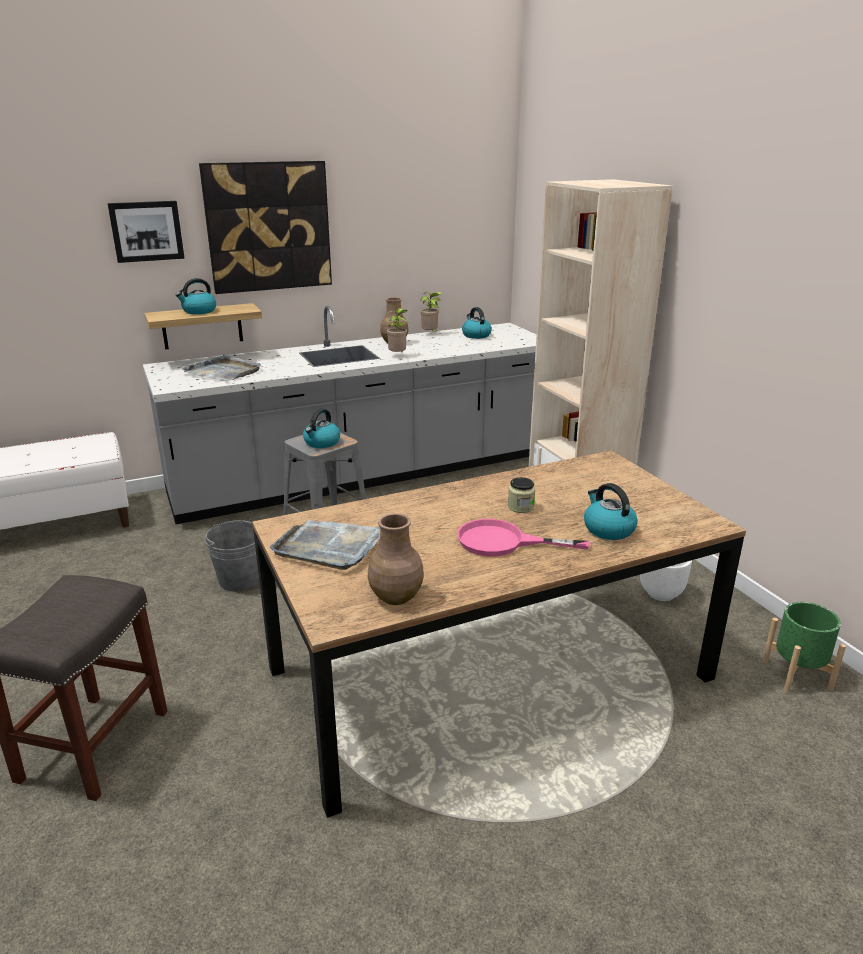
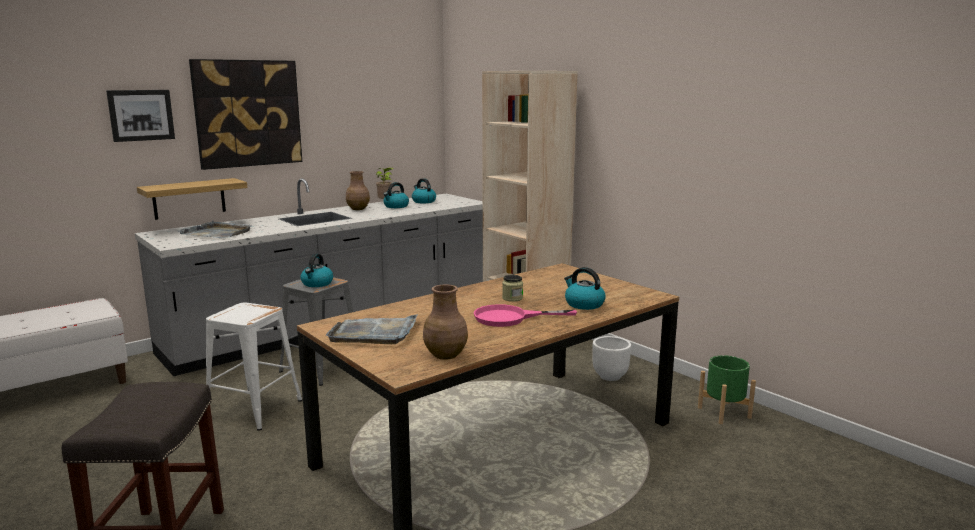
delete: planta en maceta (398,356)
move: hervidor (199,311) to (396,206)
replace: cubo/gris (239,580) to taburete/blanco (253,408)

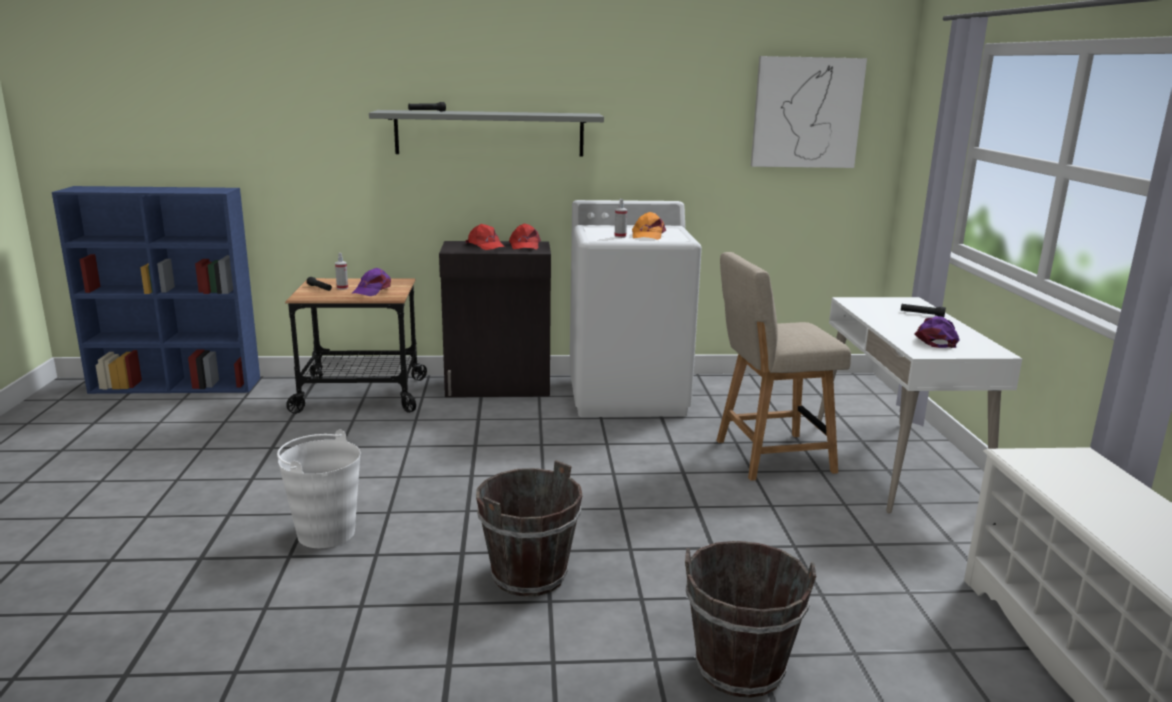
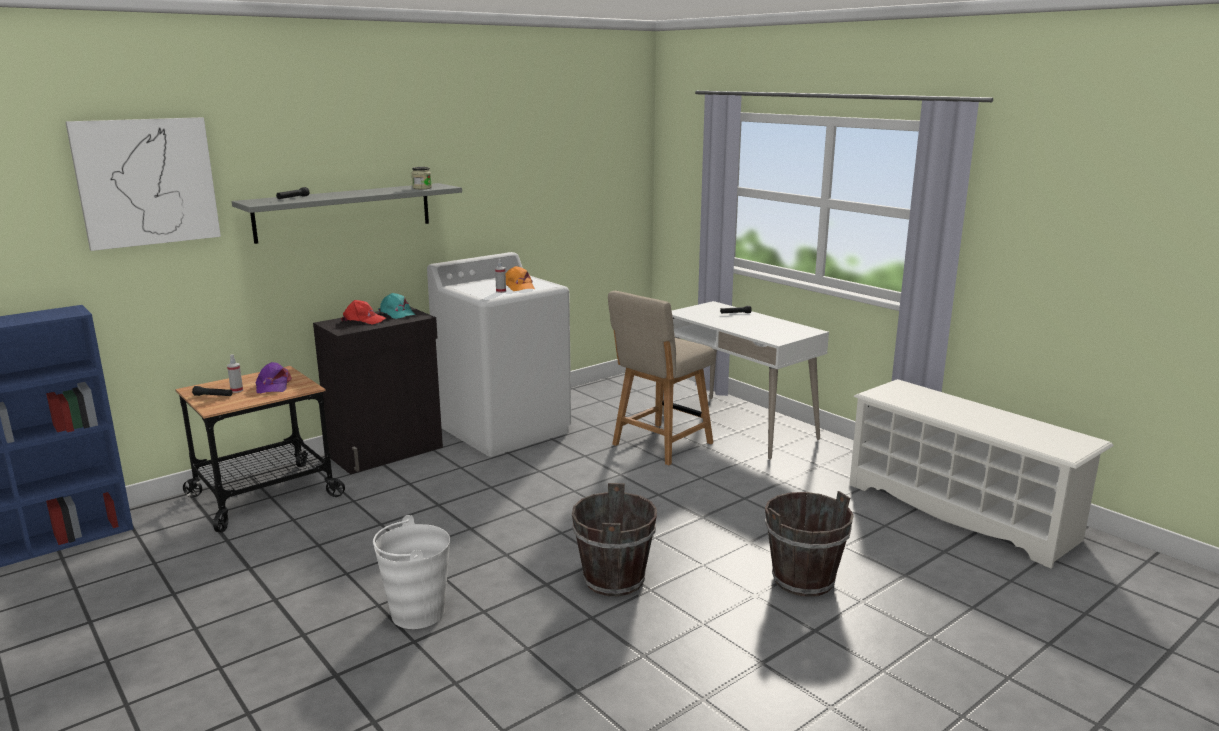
delete: gorra/morado (936,340)
insert: tarro (422,188)
move: cuadro (806,112) to (146,182)
recolor: gorra/rojo (524,245) to gorra/turquesa (397,313)

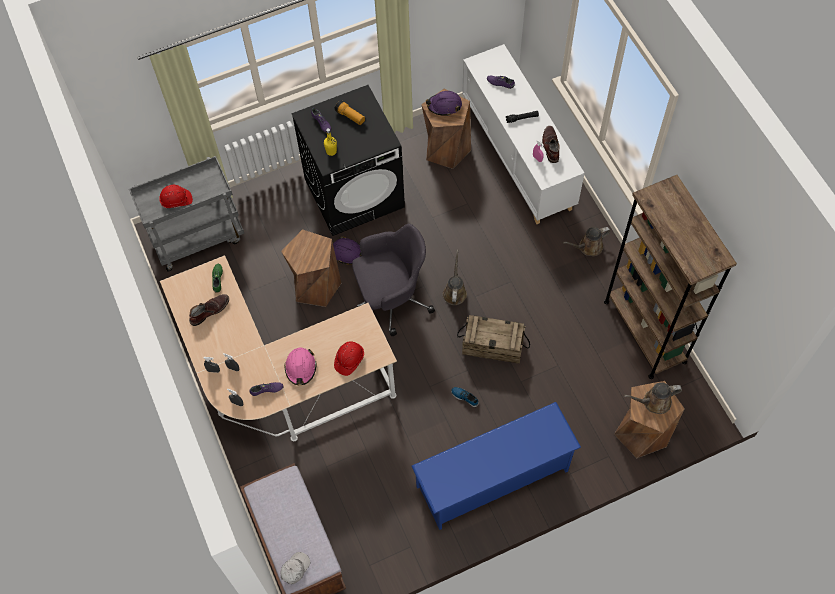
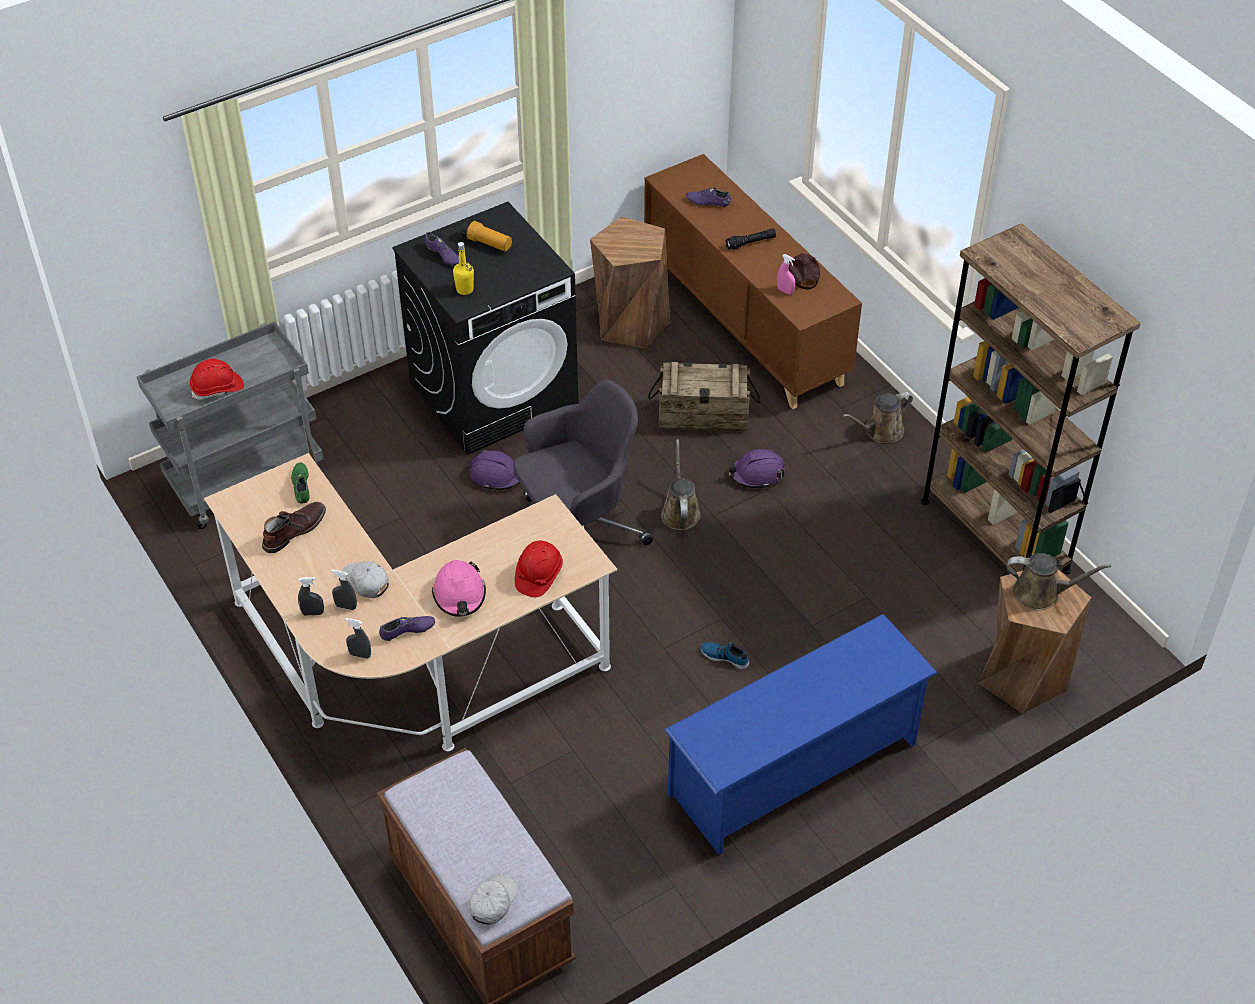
delete: taburete/marrón (315,286)
insert: gorra/blanco (365,582)
move: casco/morado (444,106) to (756,474); caja de embalaje (493,346) to (703,415)
replace: bota/marrón (550,146) to gorra/marrón (802,274)
recolor: armario/blanco (518,155) to armario/marrón (745,322)
rotate: regadera/marrón (654,402) = (1041,593) 150 degrees counterclockwise

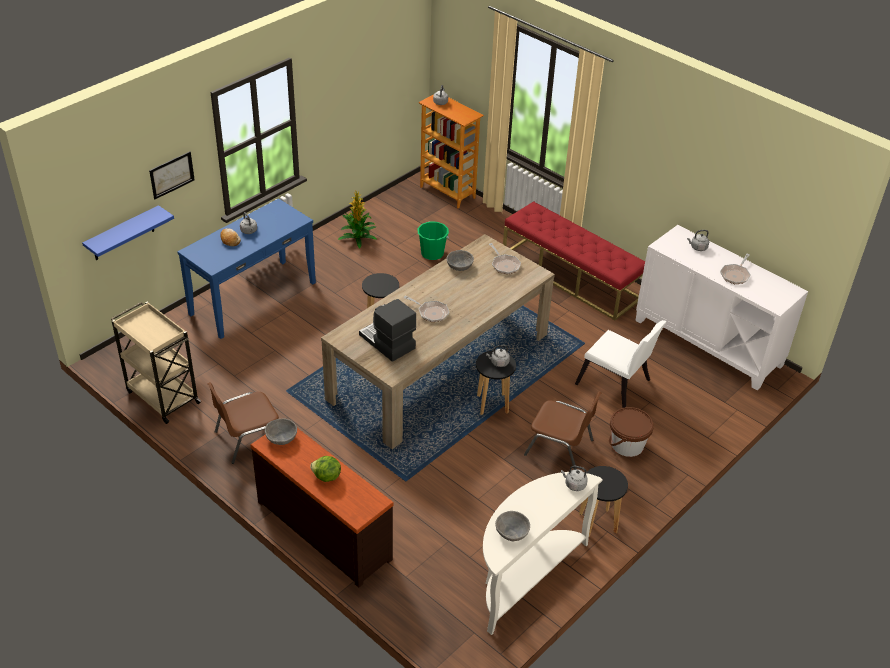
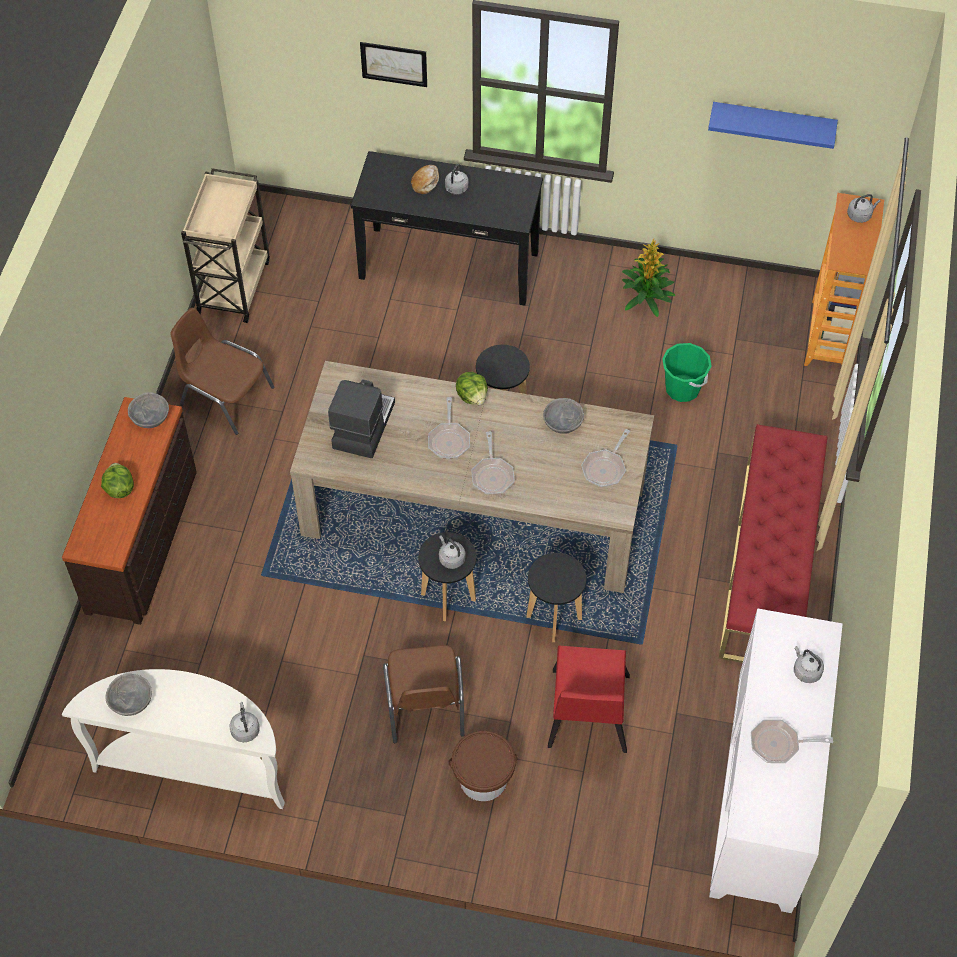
insert: lechuga (472,396); sartén (492,475)
move: estante/azul (123,234) to (772,123); taburete/negro (598,523) to (553,618)
recolor: mesa consola/azul (252,298) to mesa consola/negro (449,265); silla/blanco (616,385) to silla/rojo (586,717)

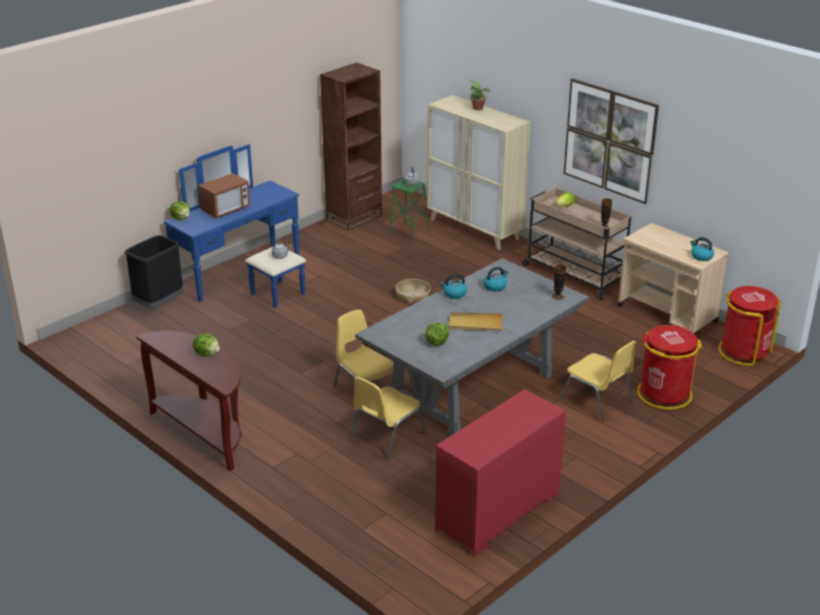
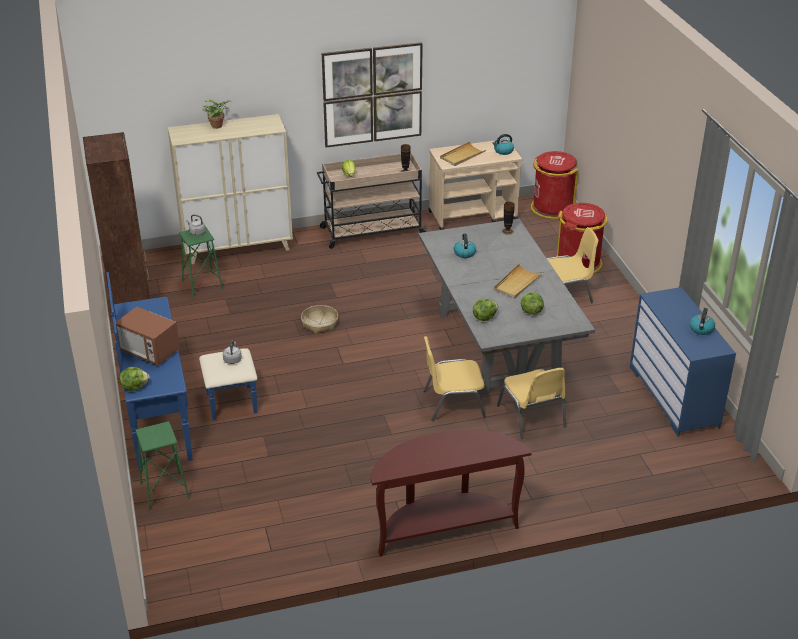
insert: bandeja/beis (462,156)
move: lechuga (207,354) to (484,317); hervidor (454,294) to (701,329)
replace: papelera/negro (159,304) to taburete/verde (165,491)
recolor: cómoda/rojo (498,513) to cómoda/azul (674,396)
rotate: microondas (225,210) = (149,351) 135 degrees clockwise

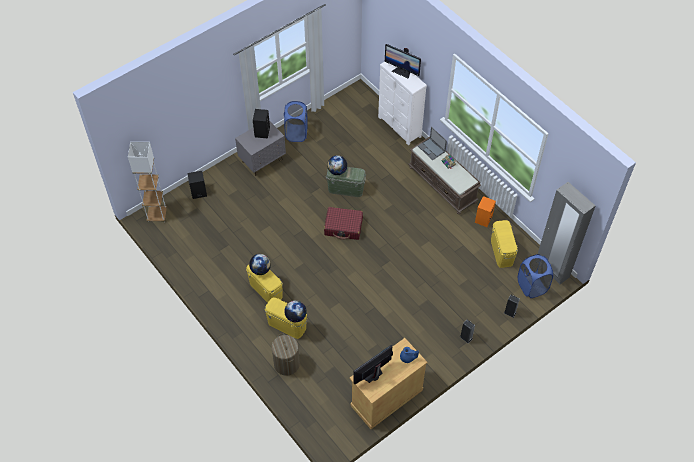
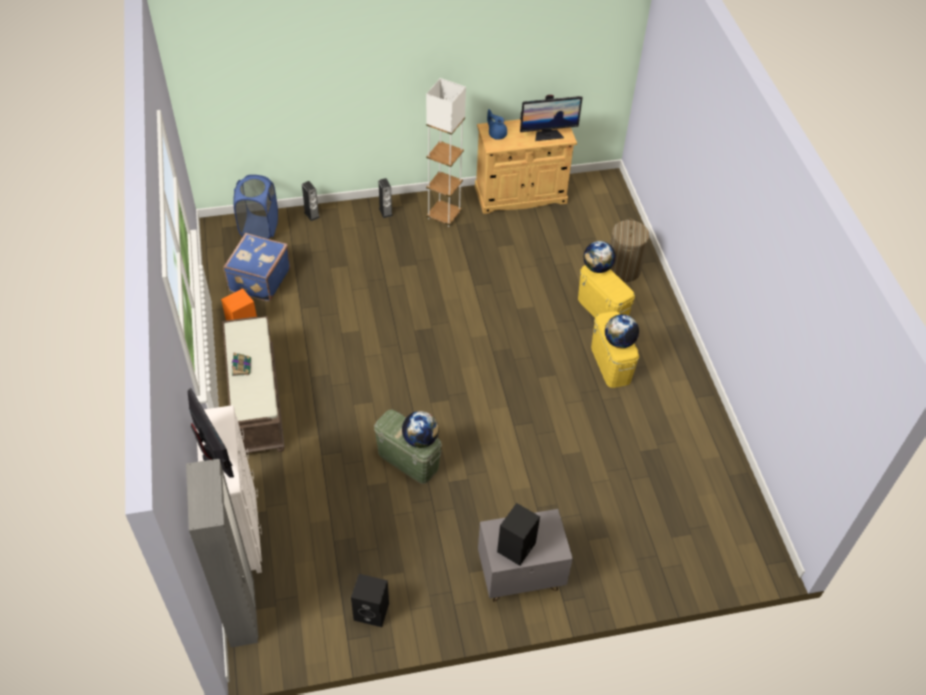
delete: cesto de la ropa/azul (296,133); maleta/rojo (343,227); portátil (431,149)
move: lámpara de pie/blanco (157,215) to (444,215); altavoz/negro (198,193) to (372,611); armario ropero/gris (552,269) to (243,614)
replace: caja de almacenaje/amarillo (501,252) to maleta/azul (258,280)

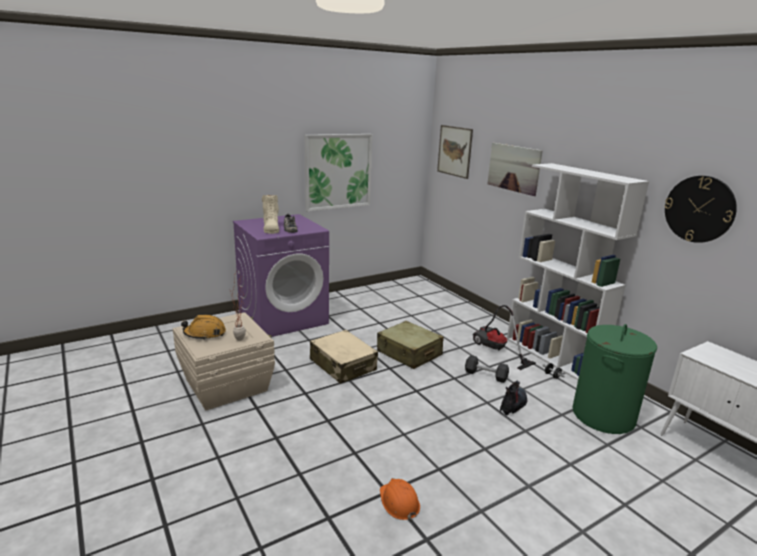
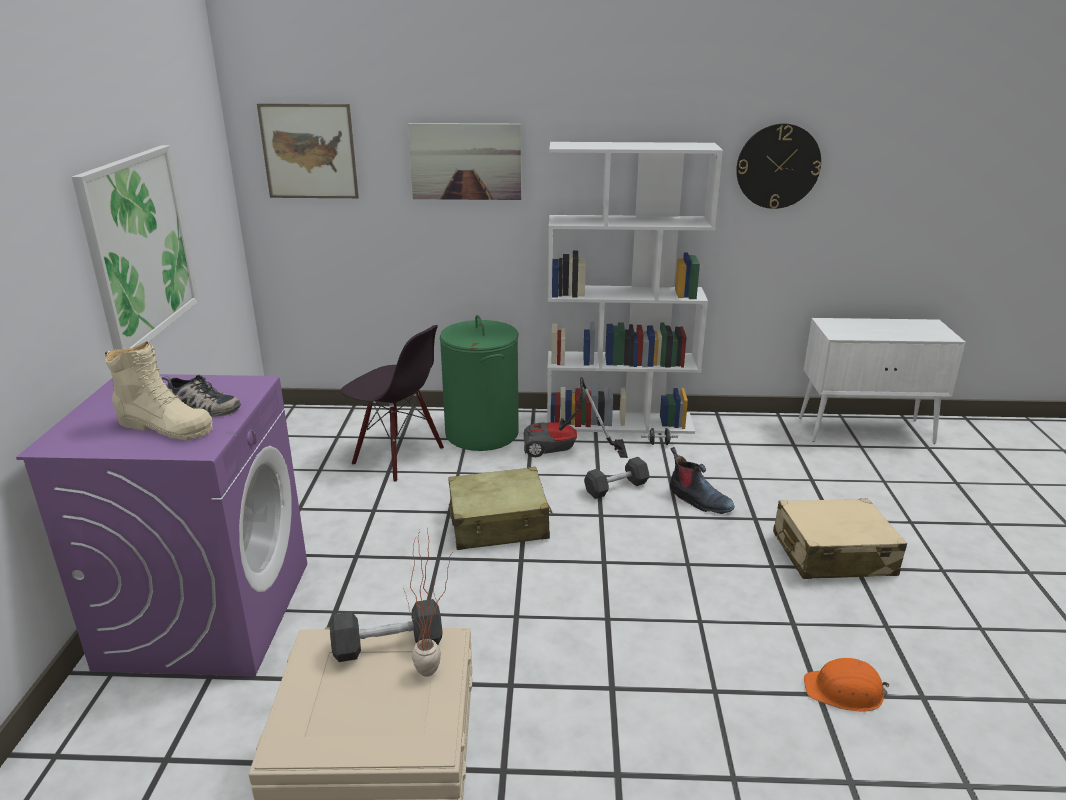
delete: casco/naranja (205,333)
insert: mancuerna/negro (388,645); silla/negro (397,457)
move: maleta/beis (343,365) to (832,554); cesto de la ropa/verde (603,416) to (482,433)
rotate: bota (513,405) = (698,501) 150 degrees clockwise

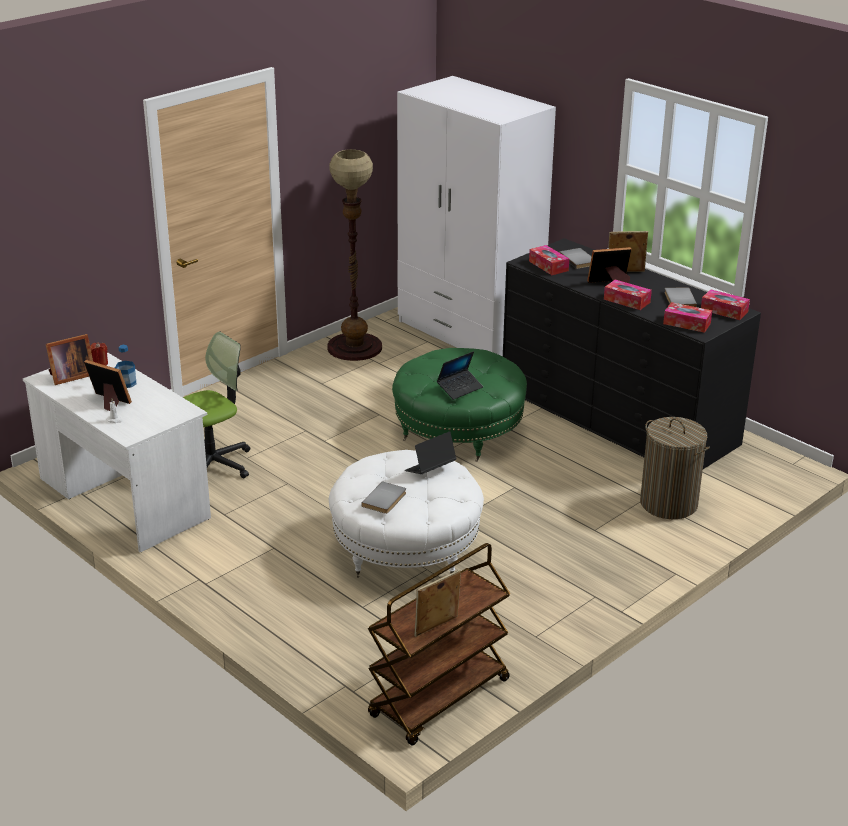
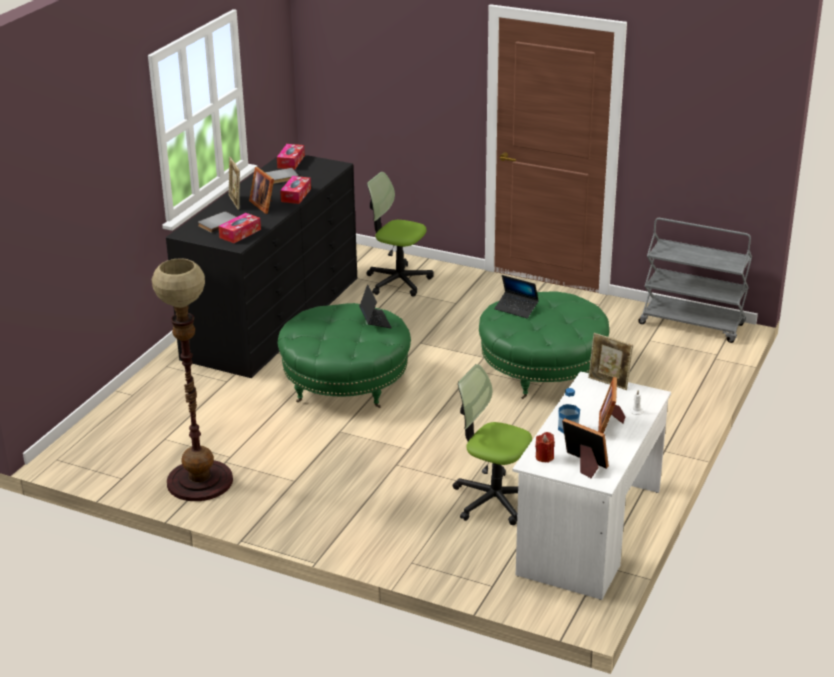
delete: libro/gris (385,500); armario ropero/blanco (469,332); caja de pañuelos (687,323)
move: portarretratos (437,628) to (608,383)
replace: cesto de la ropa (669,503) to silla de oficina (398,281)
recolor: puf/blanco (406,548) to puf/verde (542,371); carrito/marrón (439,699) to carrito/gris (692,324)
rotate: portátil (460,388) = (375,321) 45 degrees clockwise

